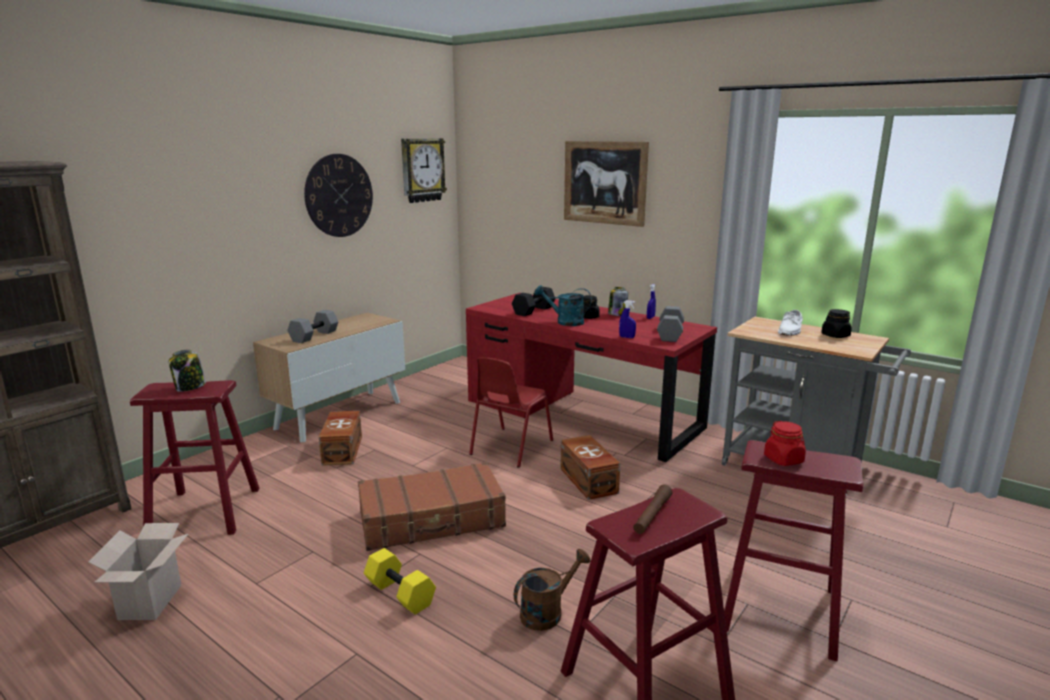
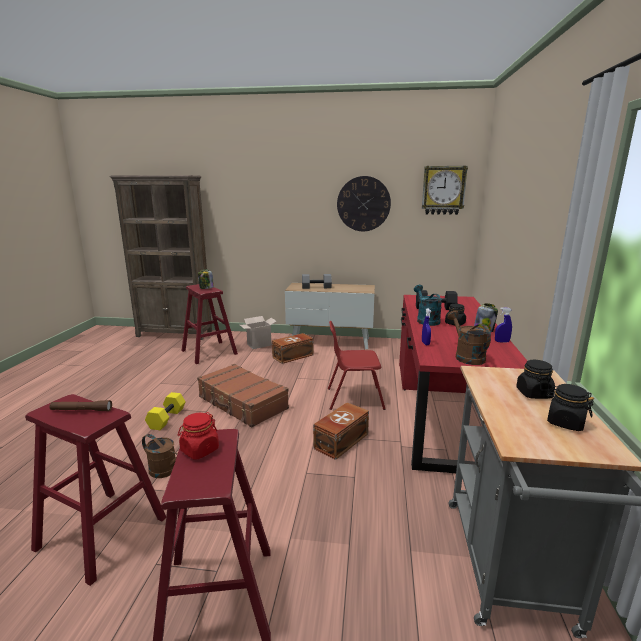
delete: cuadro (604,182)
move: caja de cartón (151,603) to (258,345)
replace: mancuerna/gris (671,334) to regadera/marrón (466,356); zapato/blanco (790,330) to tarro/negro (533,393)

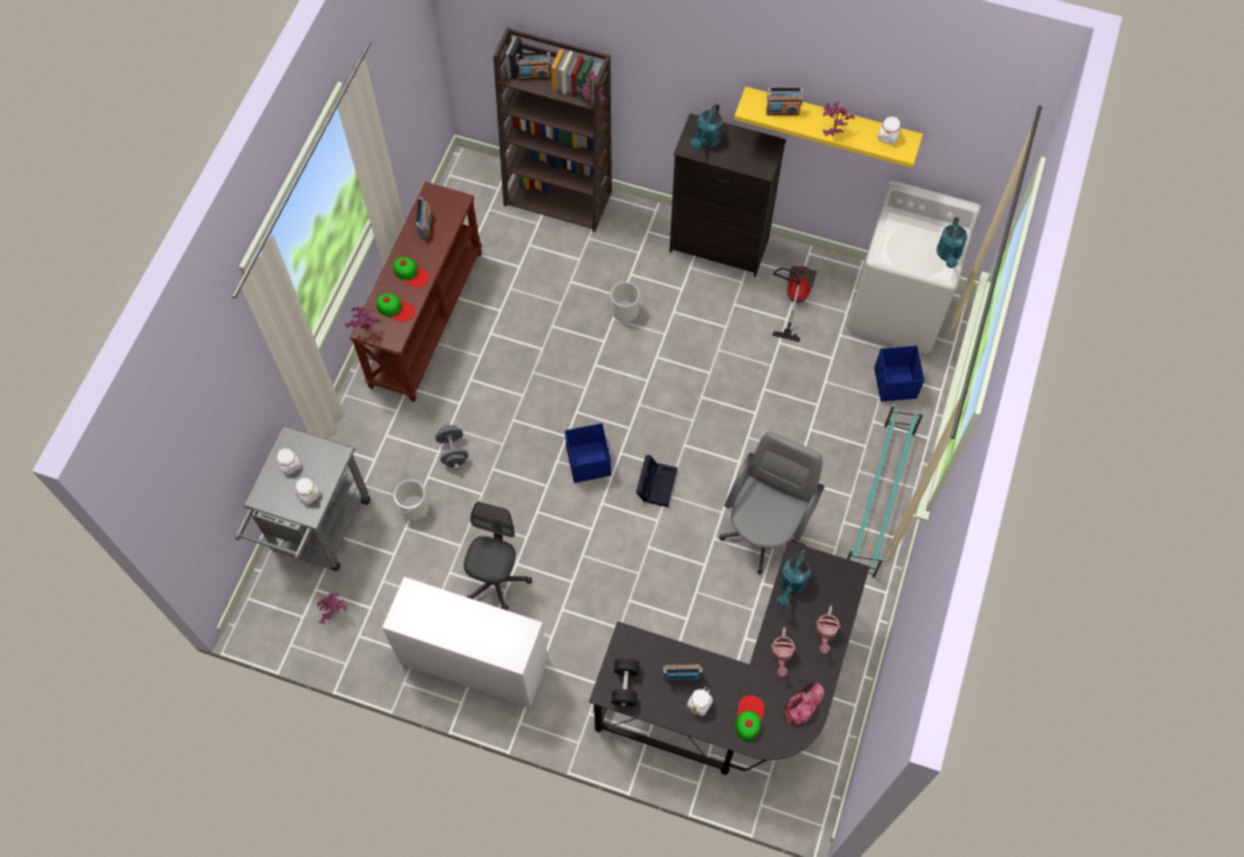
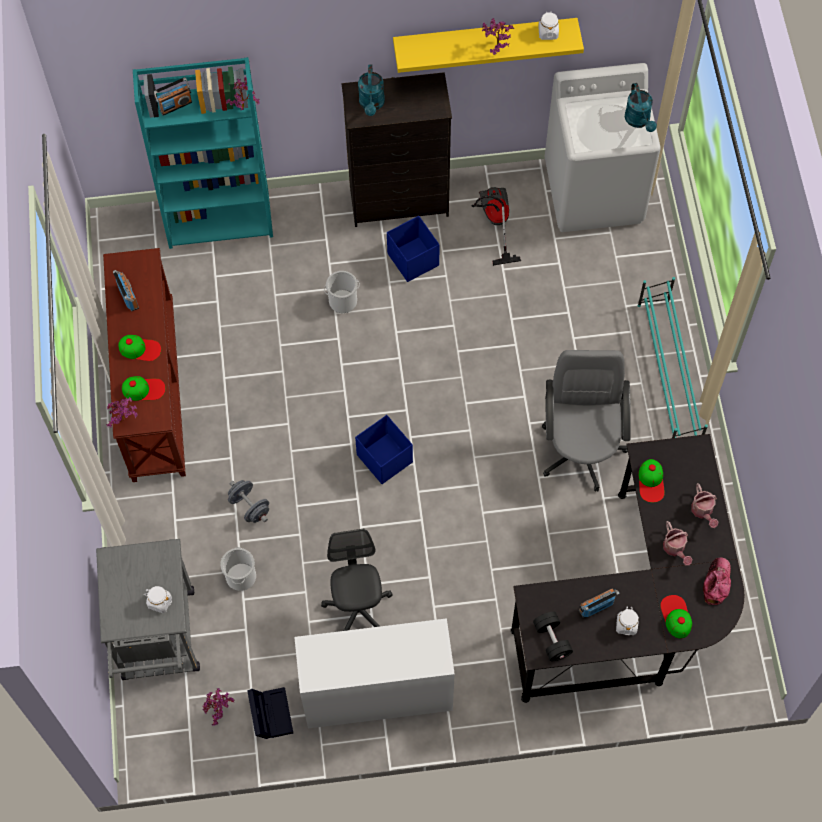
delete: tarro/blanco (290,465); radio (782,111)
move: caja de almacenaje/negro (656,483) to (270,713); caja de almacenaje/azul (894,384) to (413,260)
replace: regadera/turquesa (791,585) to gorra (651,482)
recolor: estantería/marrón (559,198) to estantería/turquesa (220,218)

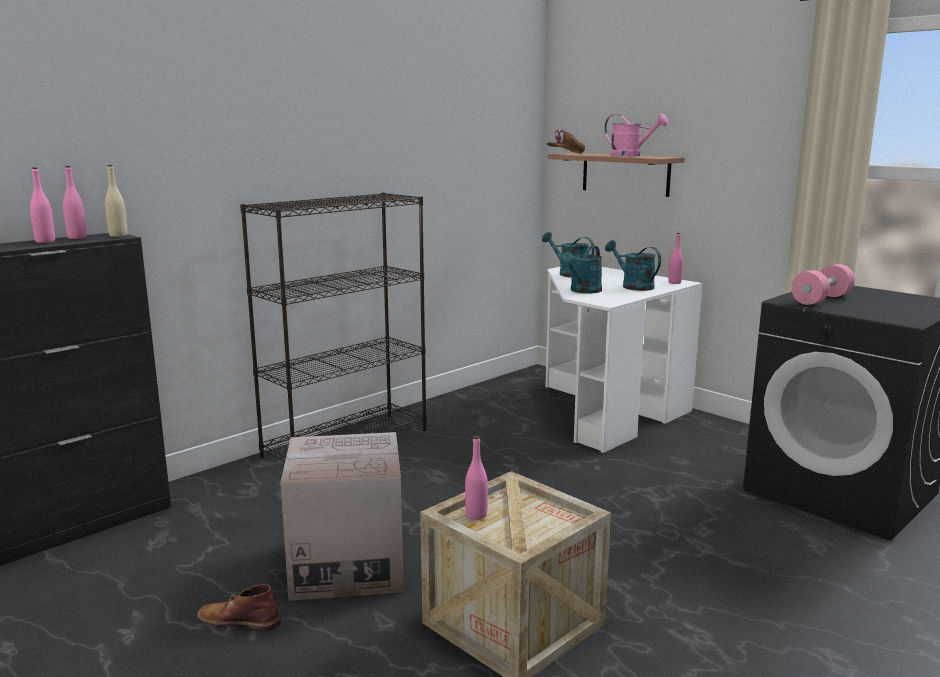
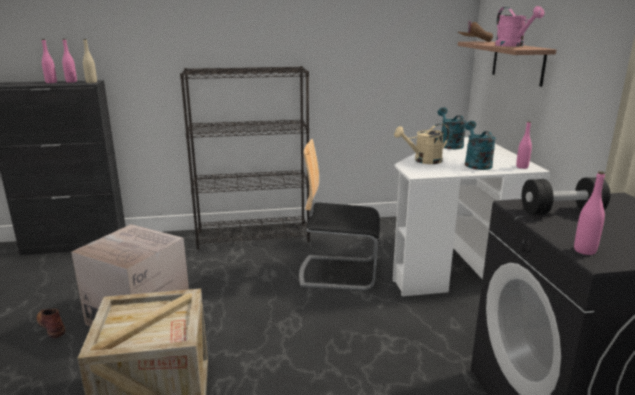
insert: silla (338,272)
move: botella/rosa (476,515) to (584,250)
recolor: regadera/turquesa (583,291) to regadera/beis (423,161); mancuerna/rosa (821,299) to mancuerna/negro (561,212)

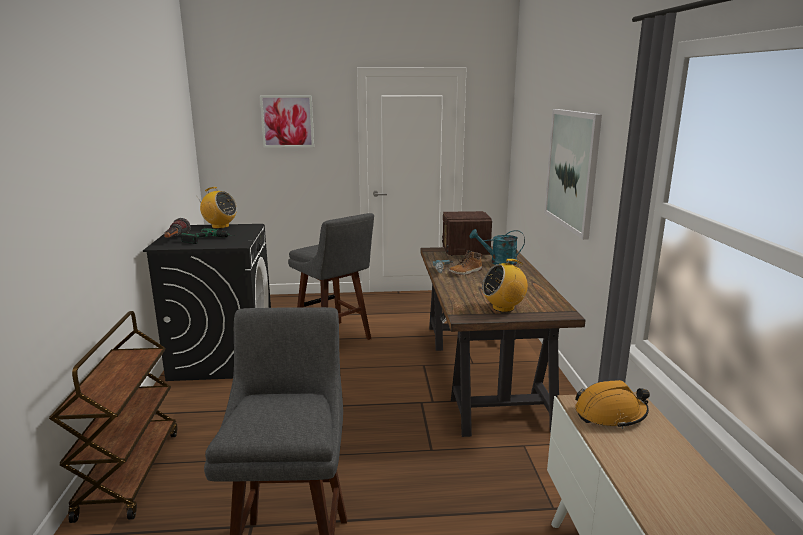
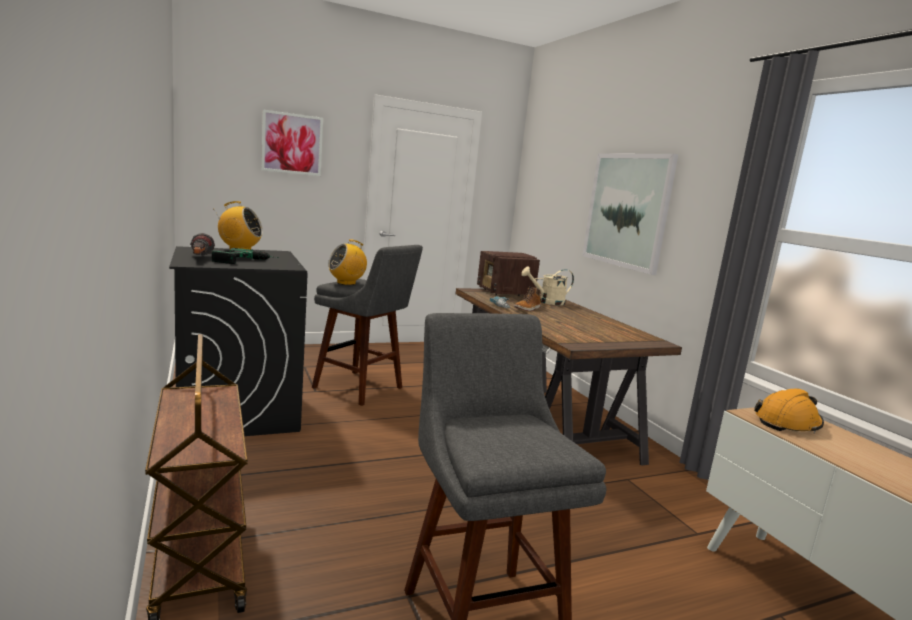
move: radio (503,308) to (346,283)
recolor: regadera/turquesa (498,262) to regadera/beis (547,302)

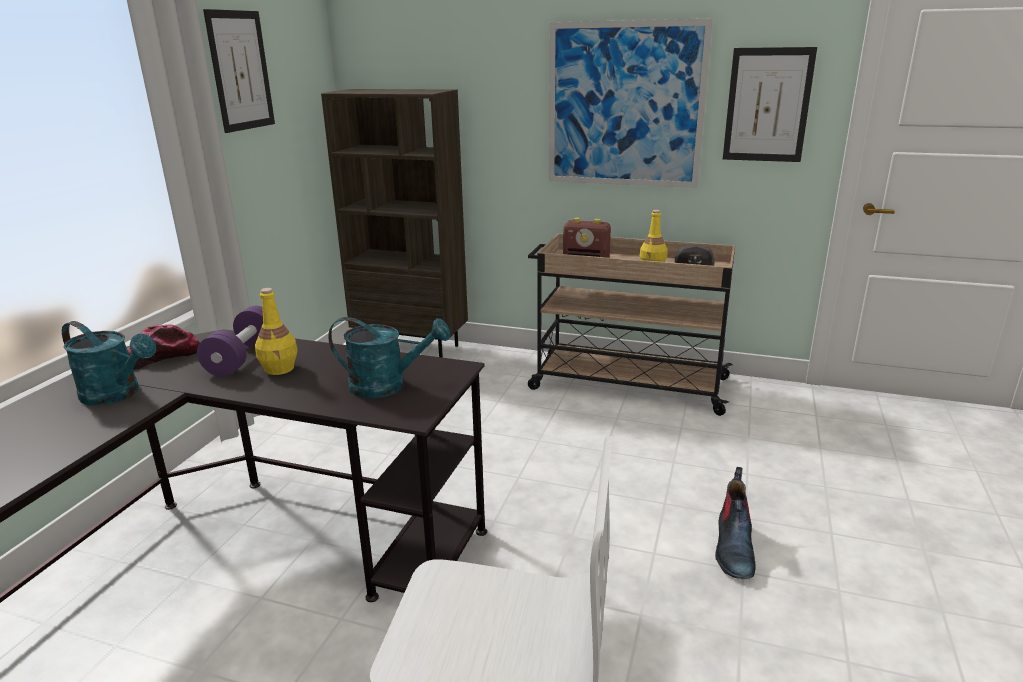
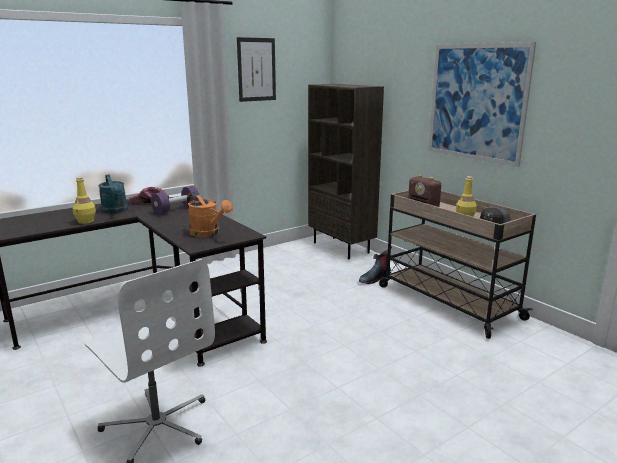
delete: cuadro (767,105)
move: botella/amarillo (280,369) to (86,221); bota (733,548) to (374,278)
recolor: regadera/turquesa (388,386) to regadera/naranja (208,233)

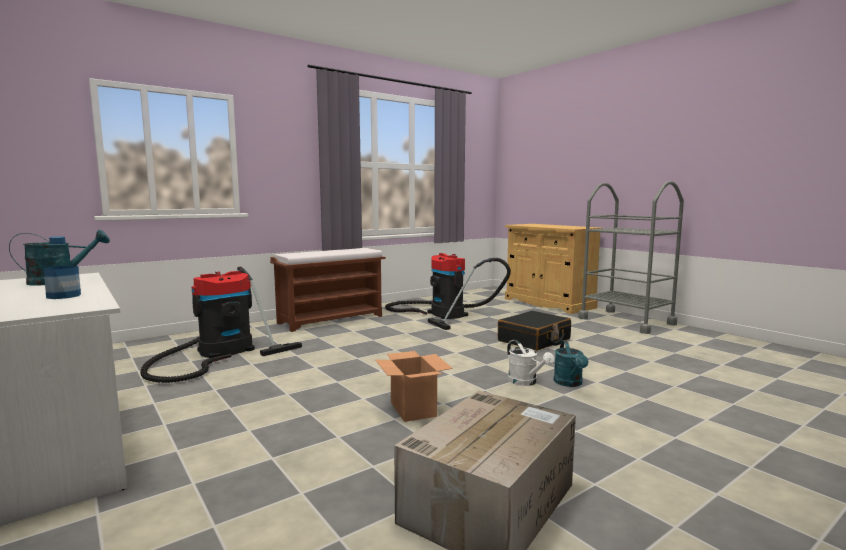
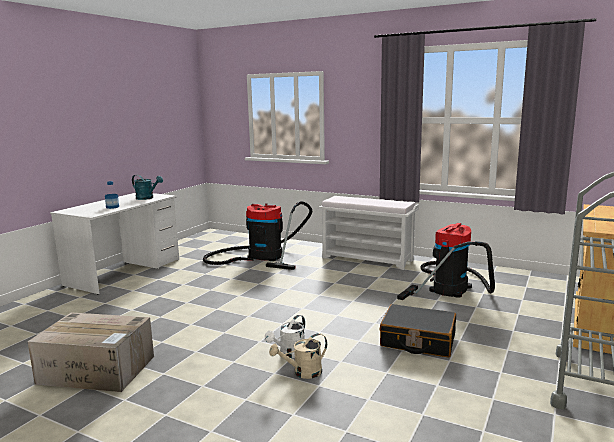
delete: caja de cartón (412,409)
recolor: banco/marrón (331,319) to banco/blanco (368,259); regadera/turquesa (570,383) to regadera/beis (303,373)

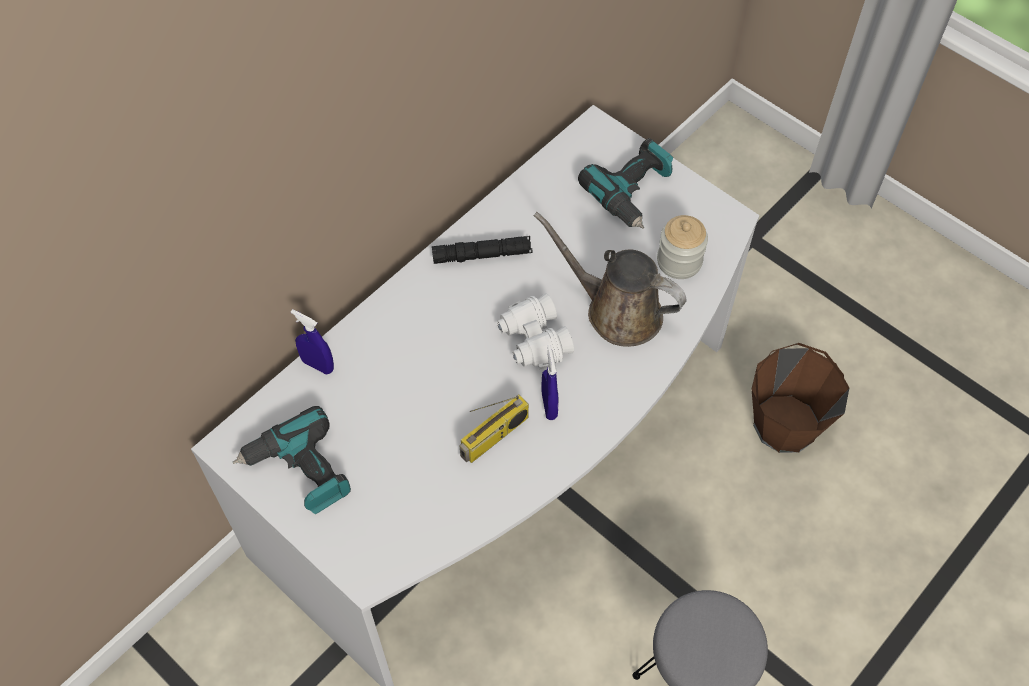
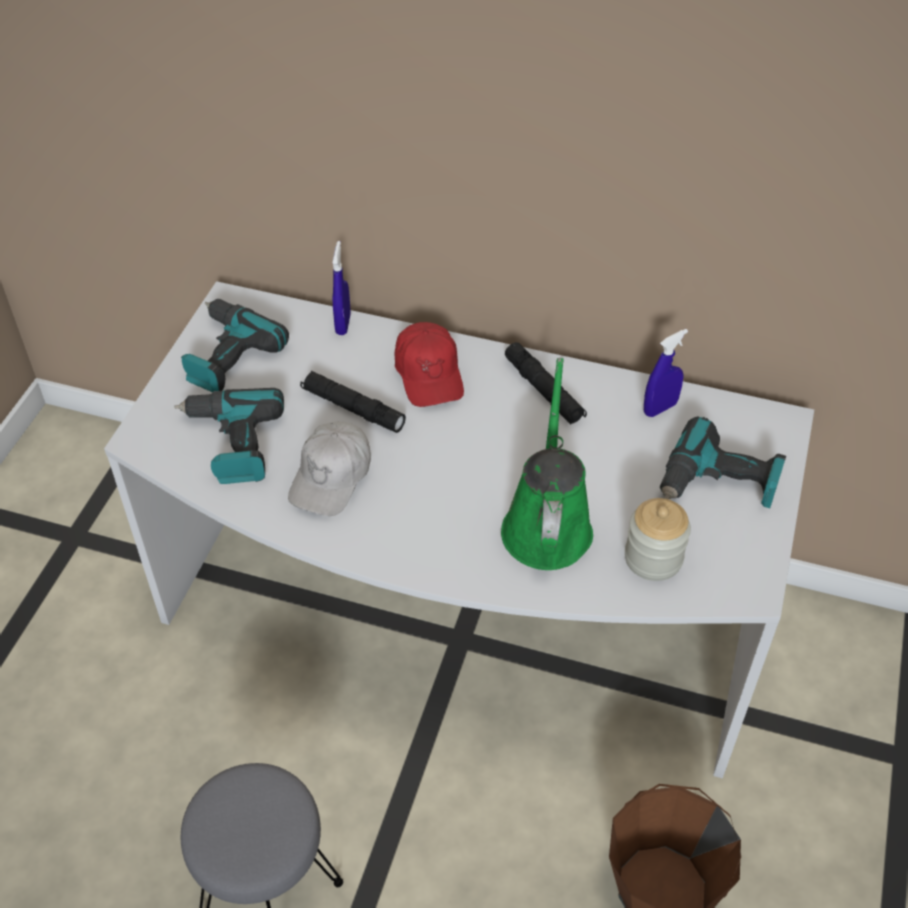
delete: prismáticos/blanco (533,340)
insert: taladro (232,444); linterna/negro (353,408); gorra/rojo (429,374)
move: pulverizador/azul (549,405) to (660,408)
replace: radio (494,437) to gorra/blanco (332,477)
recolor: regadera/marrón (617,311) to regadera/verde (547,524)

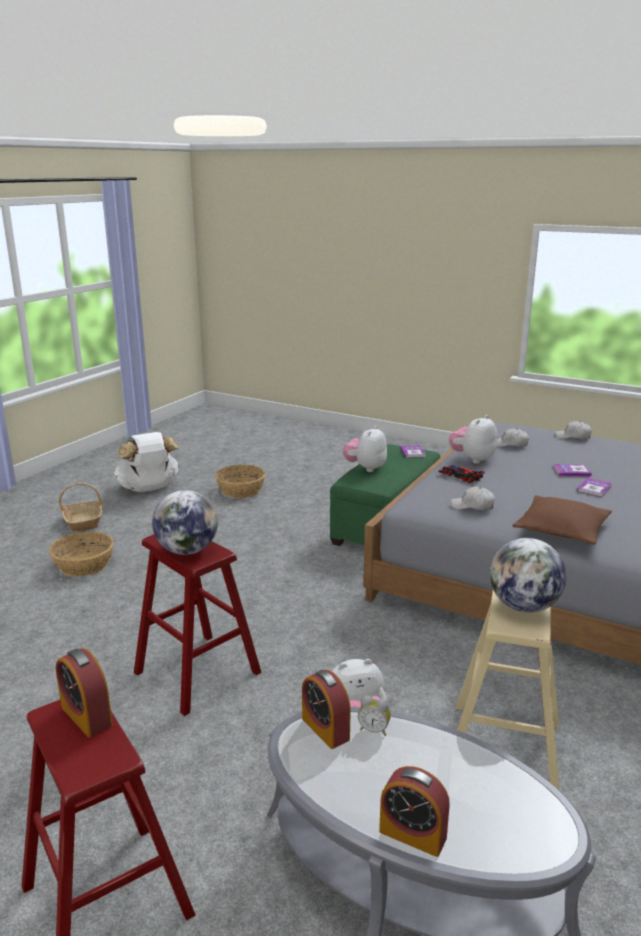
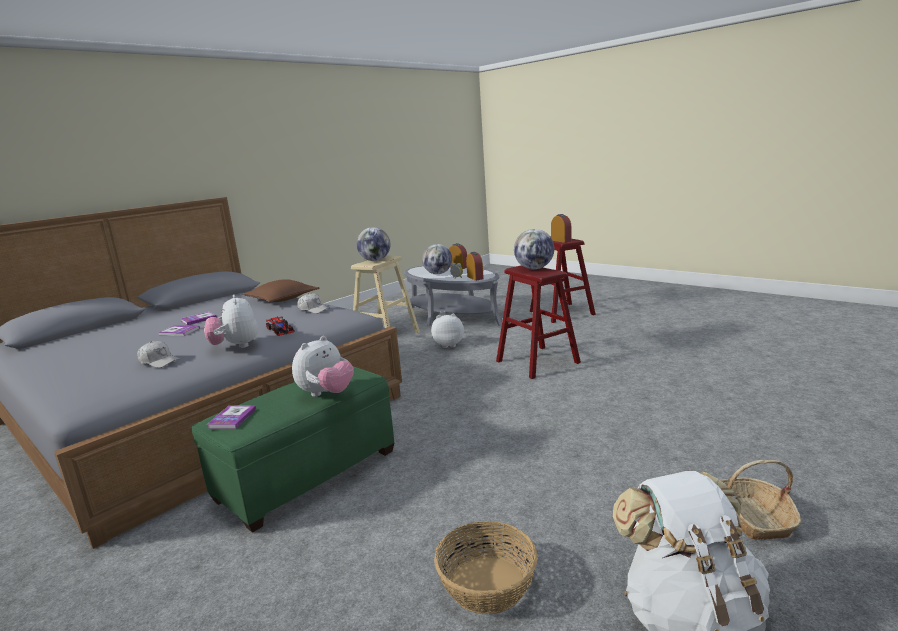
delete: cesta (84,565); gorra/blanco (573,436)
insert: globo terráqueo (438,273)
rotate: peluche (472,459) = (236,346) 105 degrees clockwise

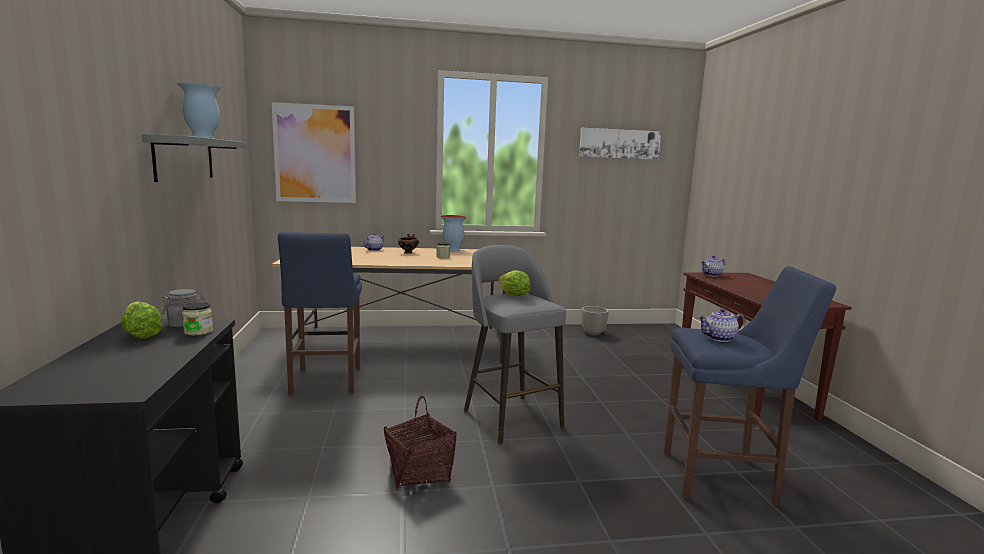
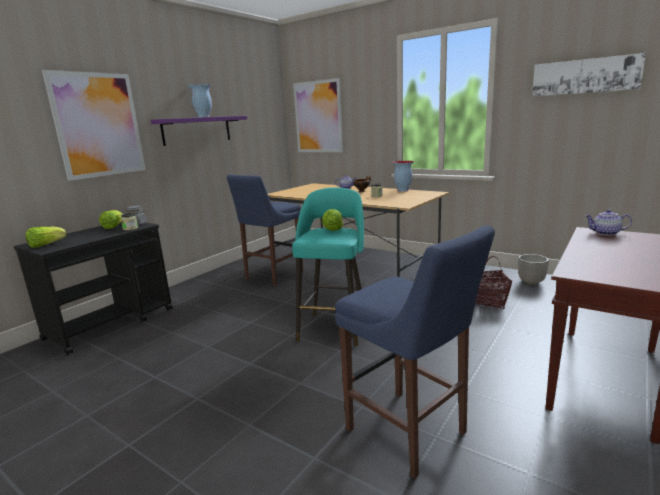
delete: tetera (719,338)
insert: lechuga (46,245); cuadro (98,125)
move: cesta (419,472) to (489,301)
recolor: estante/gris (184,158) to estante/morado (197,130); taburete/gris (511,417) to taburete/turquesa (334,327)

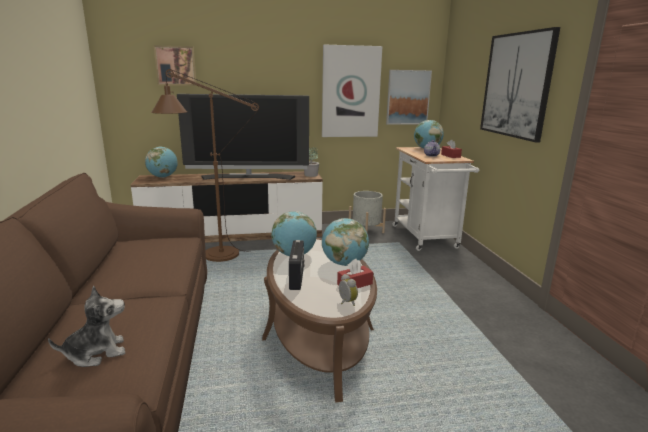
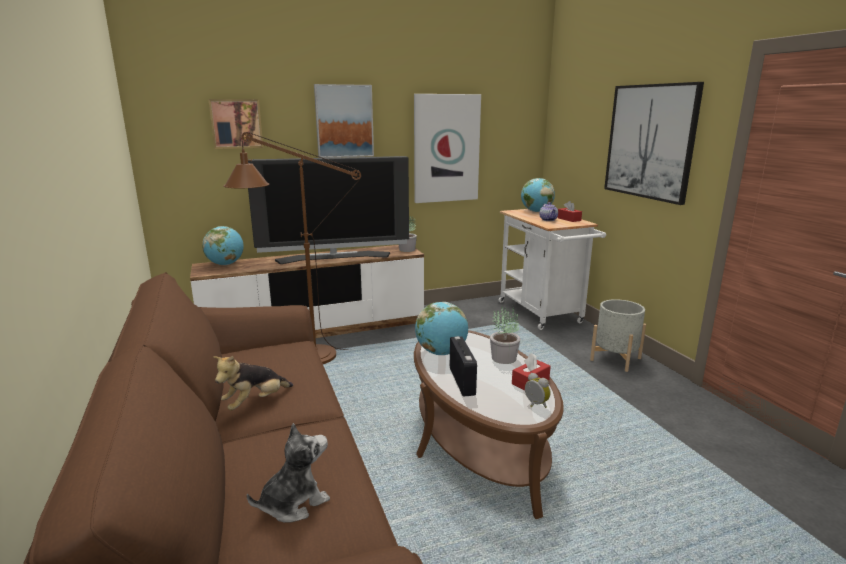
insert: peluche (255,402)
move: maceta/gris (366,232) to (615,359); cuadro (408,97) to (344,121)
replace: globo terráqueo (344,263) to planta en maceta (503,358)

